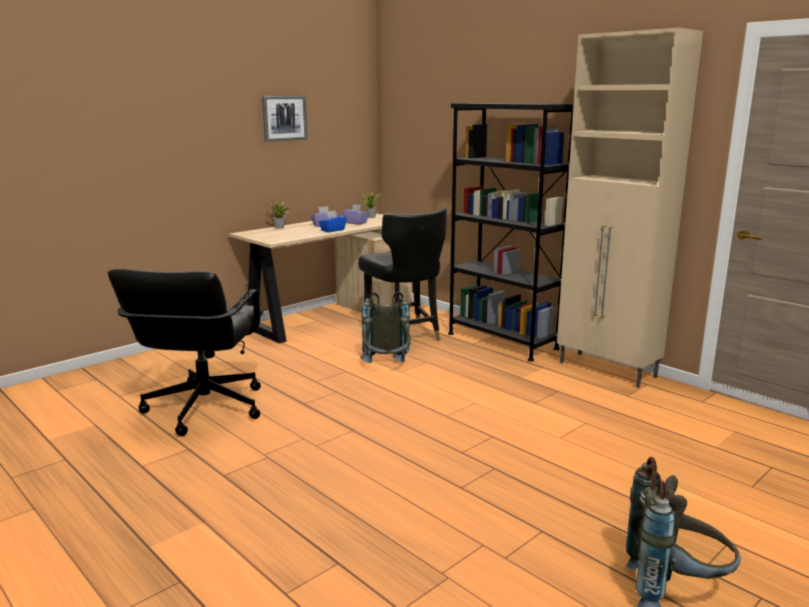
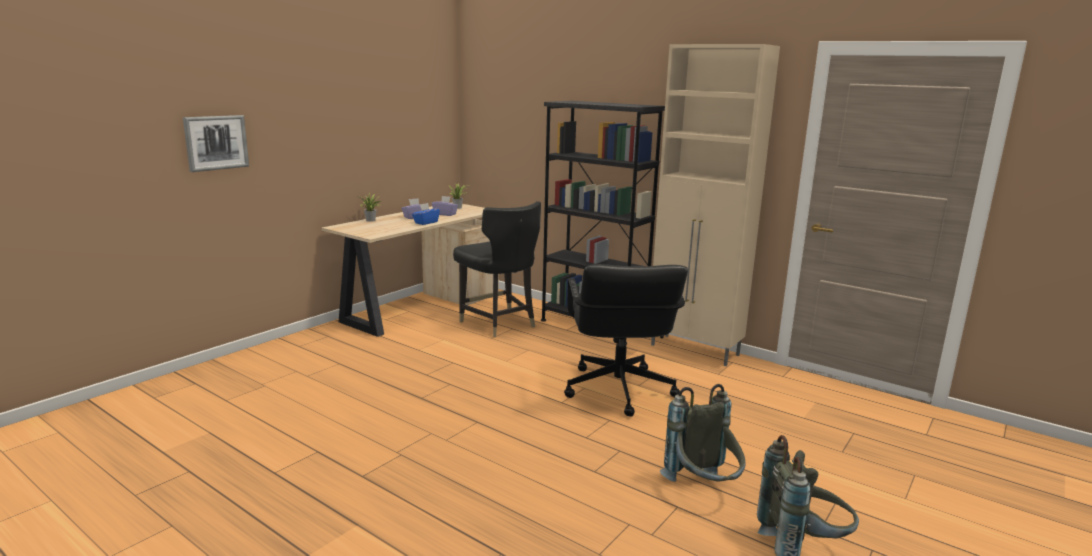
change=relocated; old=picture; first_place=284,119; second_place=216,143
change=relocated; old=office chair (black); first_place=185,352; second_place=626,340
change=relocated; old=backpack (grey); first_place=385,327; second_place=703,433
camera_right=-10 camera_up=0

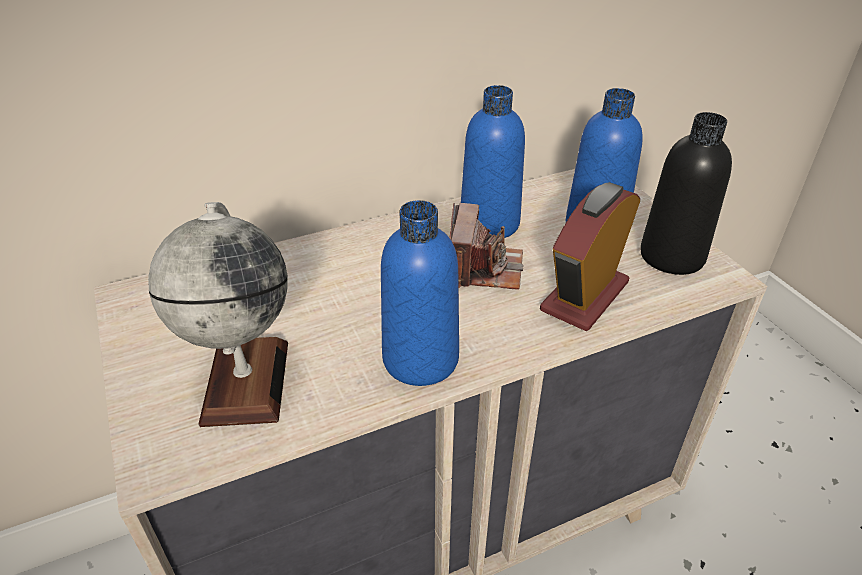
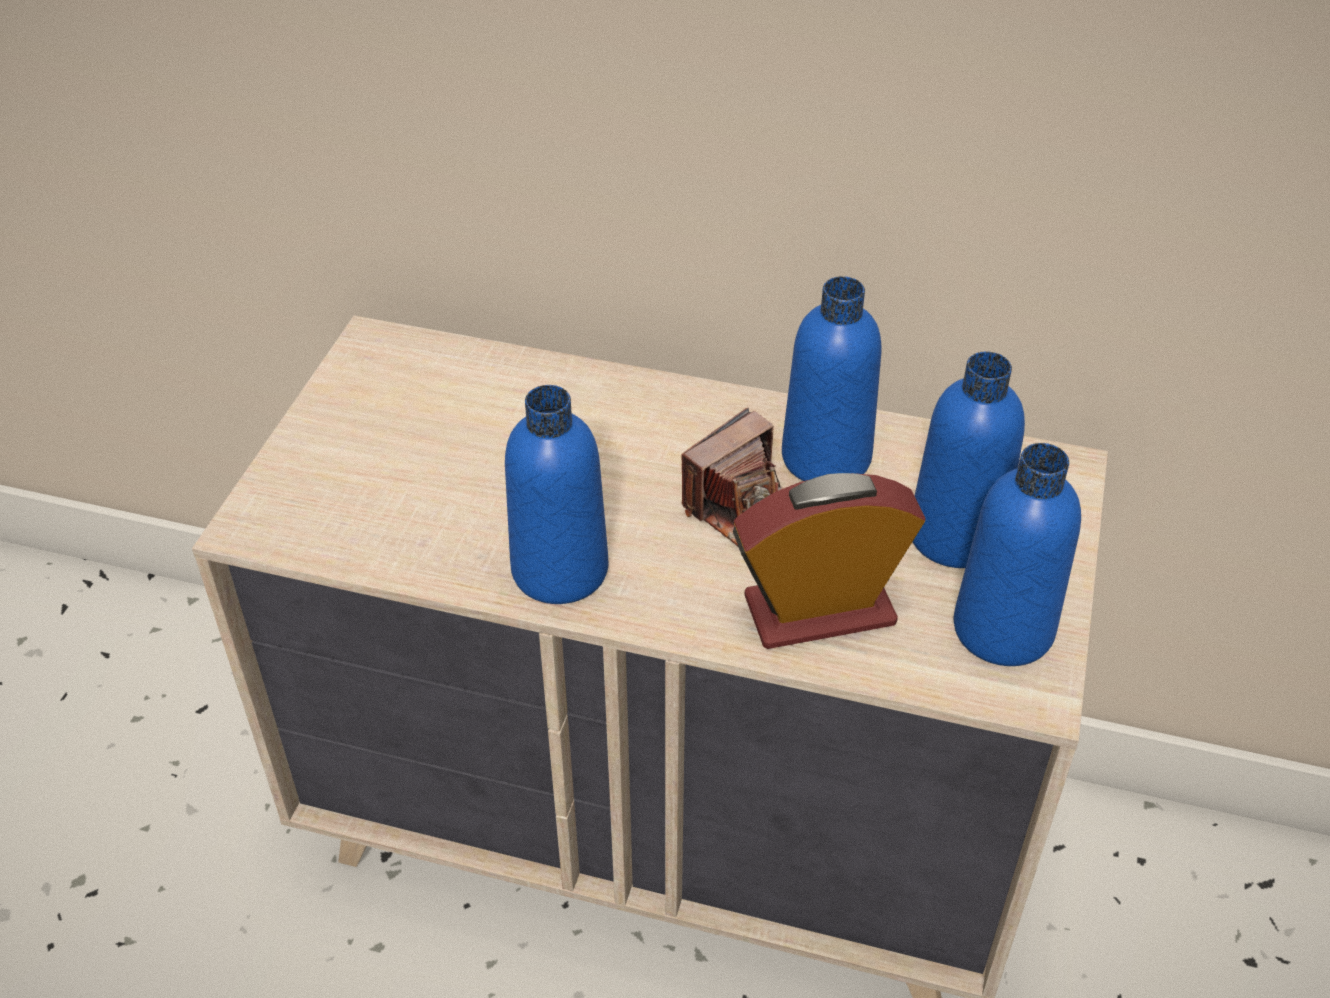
change=colour; old=bottle (black); new=bottle (blue); first_place=686,193; second_place=1017,554
change=missing; old=globe; first_place=218,314
camera_right=40 camera_up=5

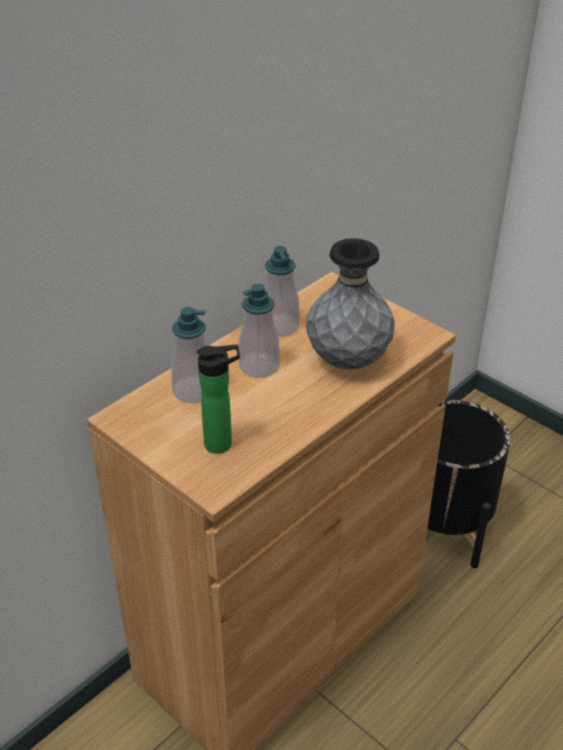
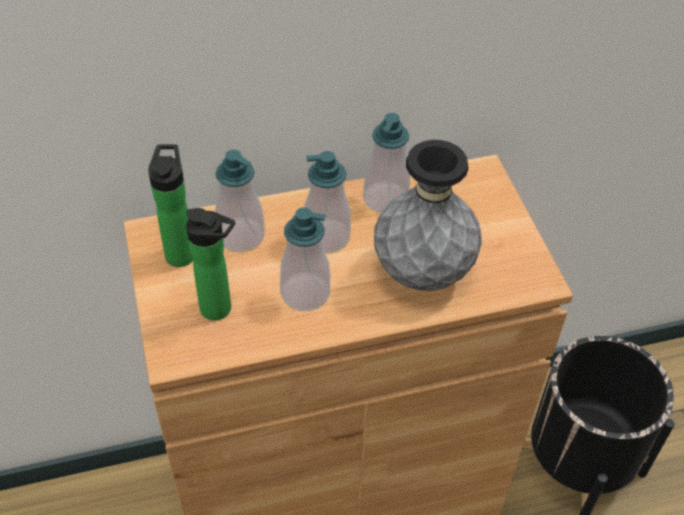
change=appeared; new=bottle; second_place=170,205
change=appeared; new=soap dispenser; second_place=305,259
camera_right=30 camera_up=10

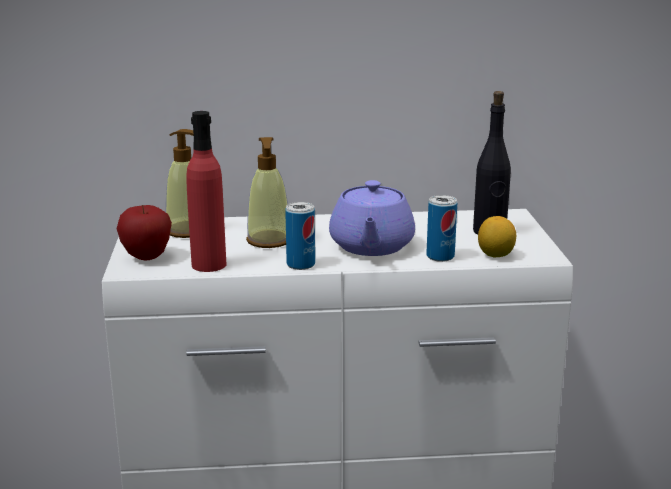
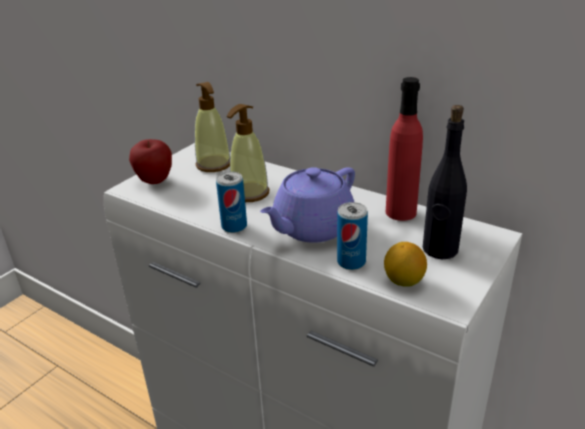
change=relocated; old=bottle (red); first_place=206,191; second_place=404,149
camera_right=40 camera_up=10

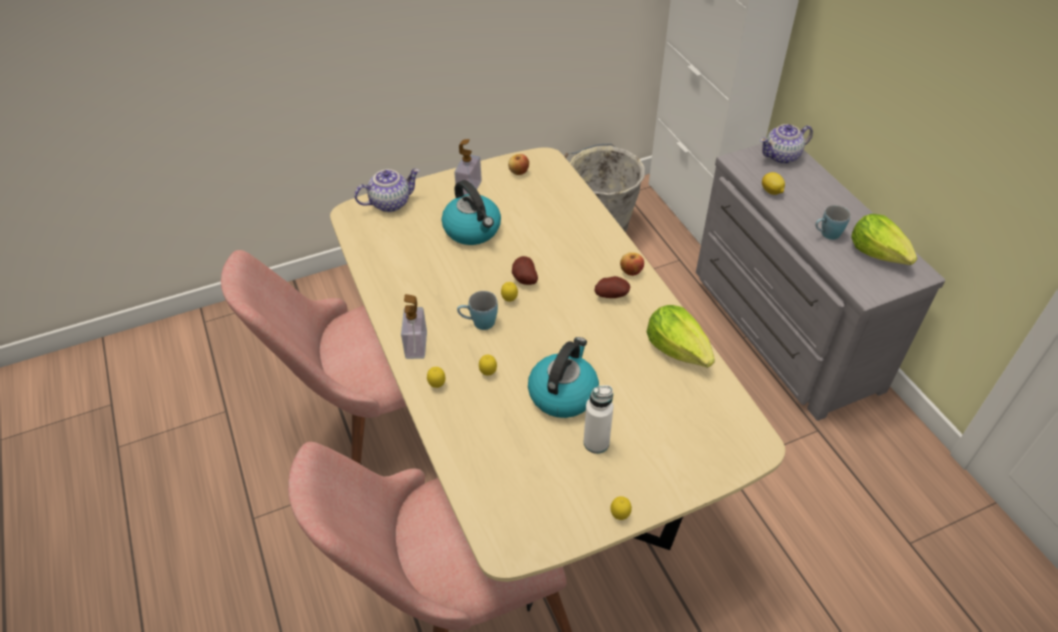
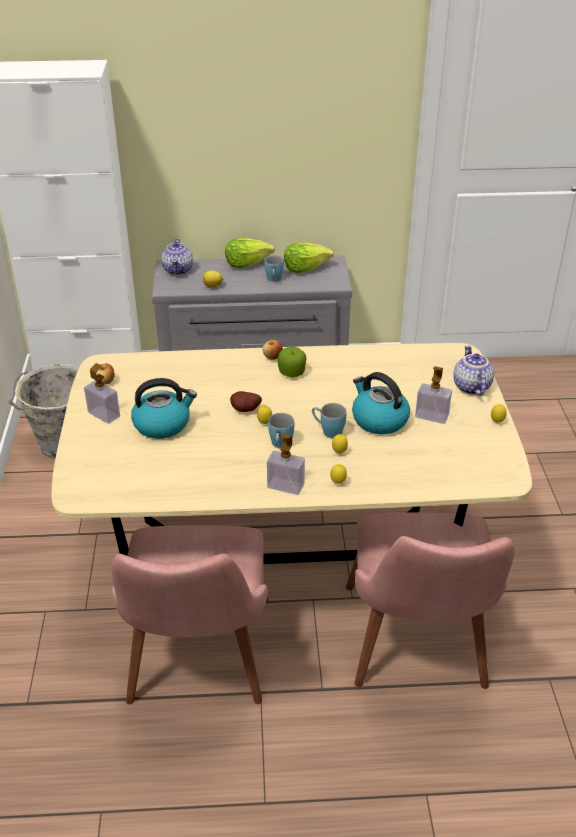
change=relocated; old=teapot; first_place=387,190; second_place=473,370
change=exchanged; old=potato; new=apple; first_place=612,287; second_place=292,362
change=relocated; old=lettuce; first_place=681,336; second_place=250,253
change=exchanged; old=bottle (white); new=soap dispenser; first_place=598,419; second_place=433,395
change=appeared; new=mug (blue); second_place=329,420
camera_right=-70 camera_up=-10

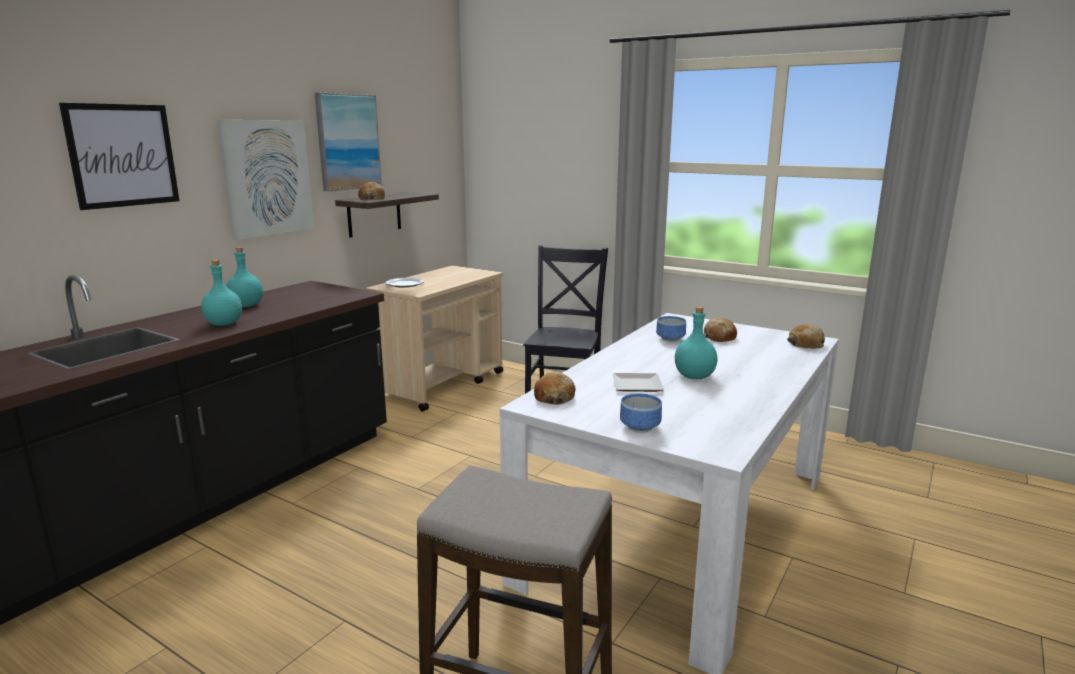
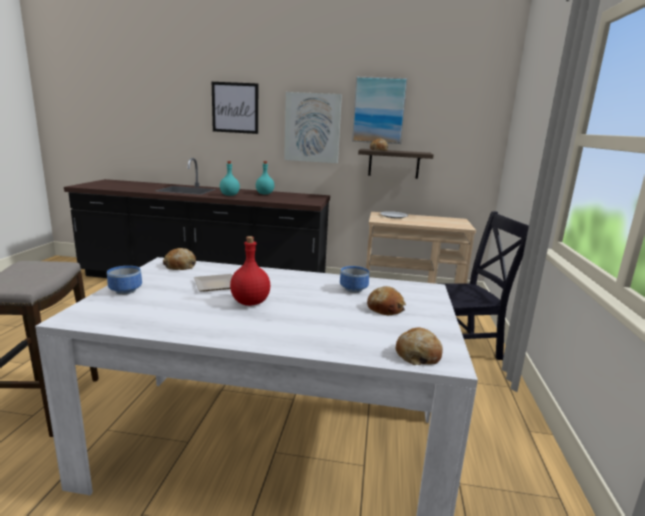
change=colour; old=bottle (turquoise); new=bottle (red); first_place=696,342; second_place=250,271
camera_right=65 camera_up=0

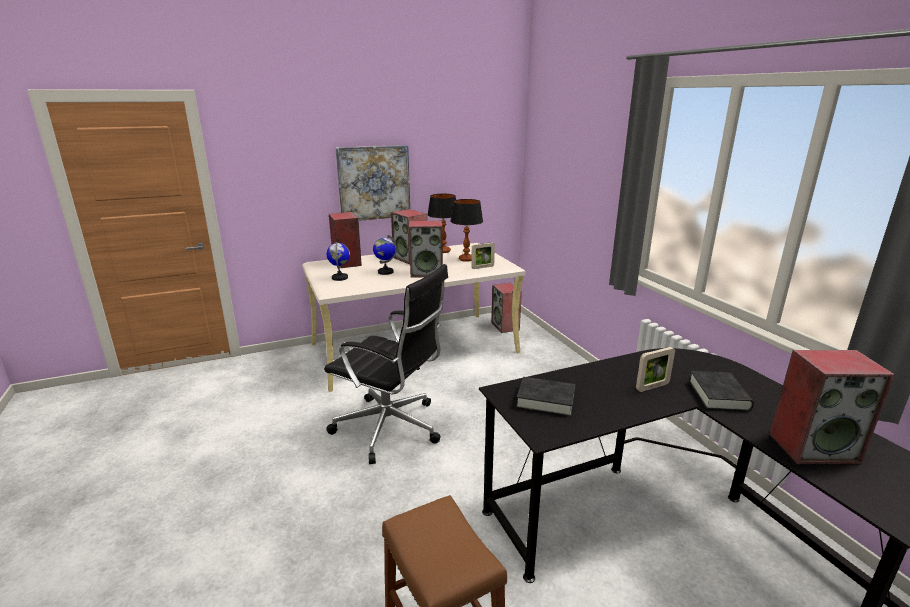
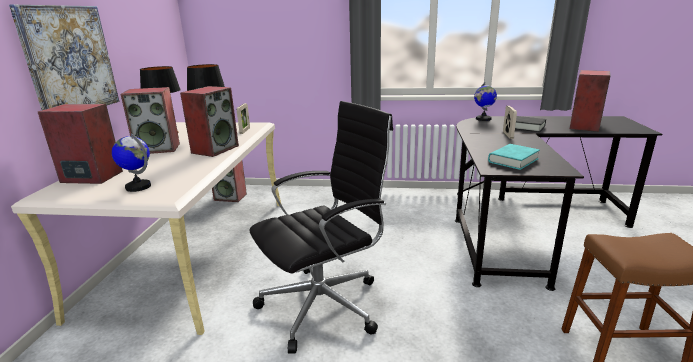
change=relocated; old=globe; first_place=385,255; second_place=485,101
change=colour; old=book (black); new=book (turquoise); first_place=545,397; second_place=514,157
camera_right=-60 camera_up=0

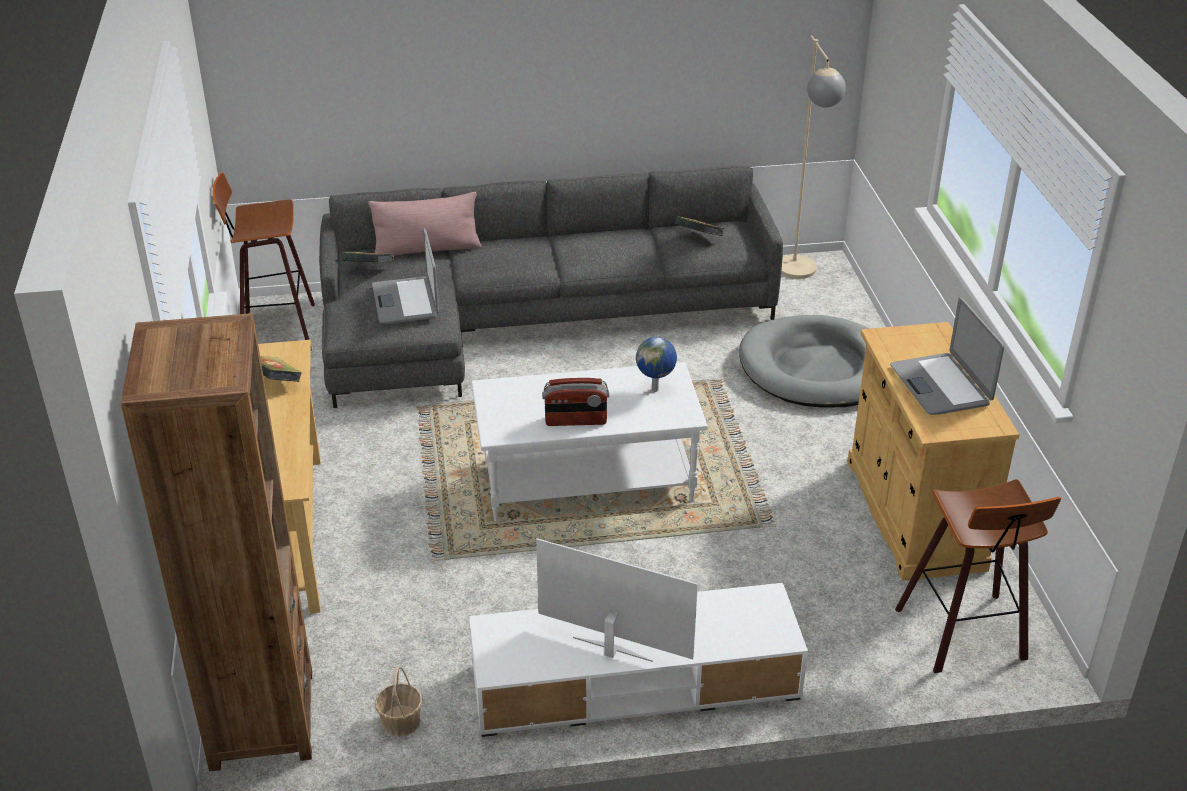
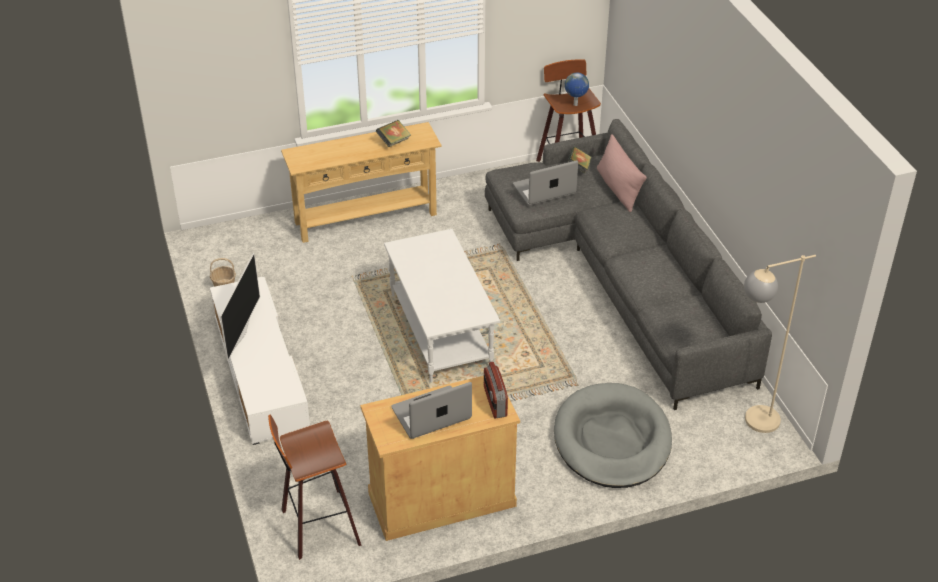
change=missing; old=book; first_place=700,226
change=missing; old=bookcase (brown); first_place=216,542
change=relocated; old=globe; first_place=656,364; second_place=577,89
change=relocated; old=radio; first_place=575,402; second_place=496,390
camera_right=80 camera_up=5

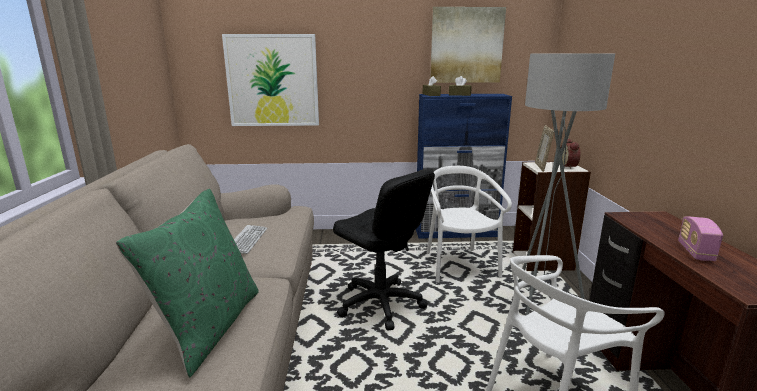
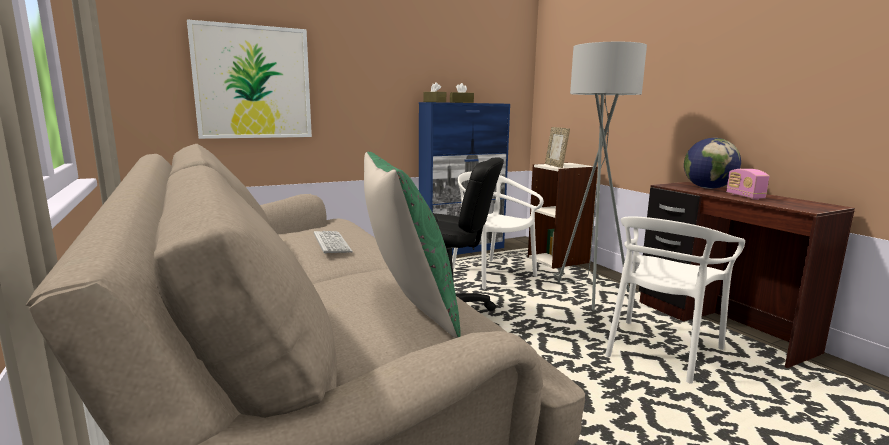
change=missing; old=picture; first_place=468,45
change=missing; old=alarm clock; first_place=571,154
change=appeared; new=globe; second_place=712,163
camera_right=-25 camera_up=-5

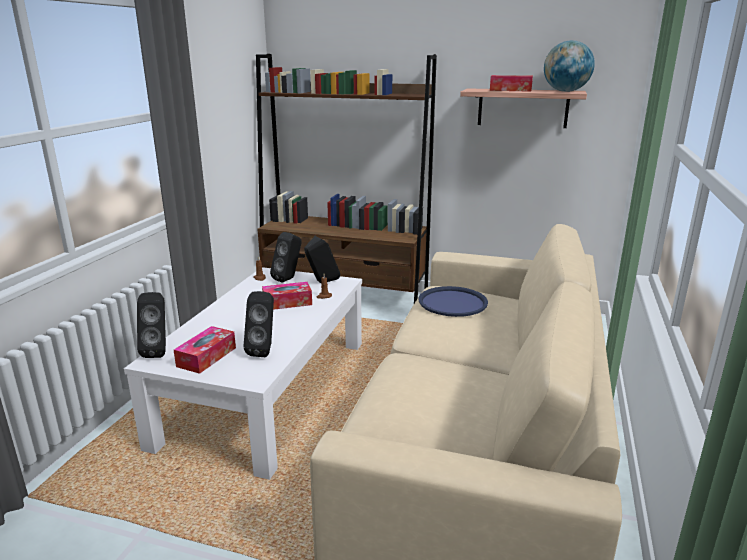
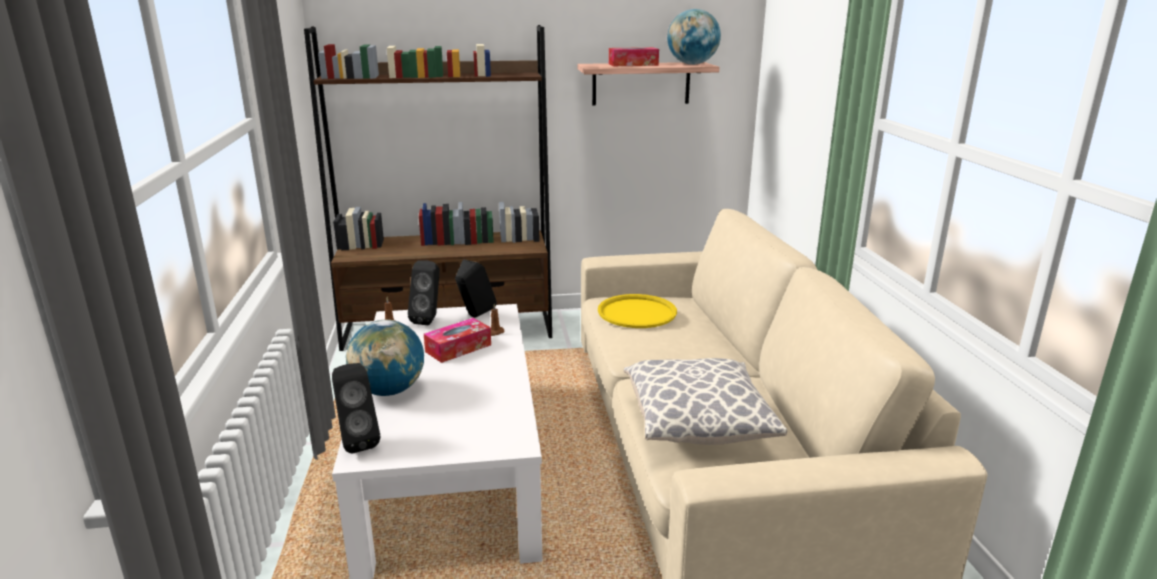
change=colour; old=tray (blue); new=tray (yellow); first_place=453,301; second_place=637,311
change=missing; old=speaker (black); first_place=258,324
change=missing; old=tissue box; first_place=205,350
change=appeared; new=globe; second_place=385,358
change=appeared; new=pillow; second_place=705,401
camera_right=-25 camera_up=0

